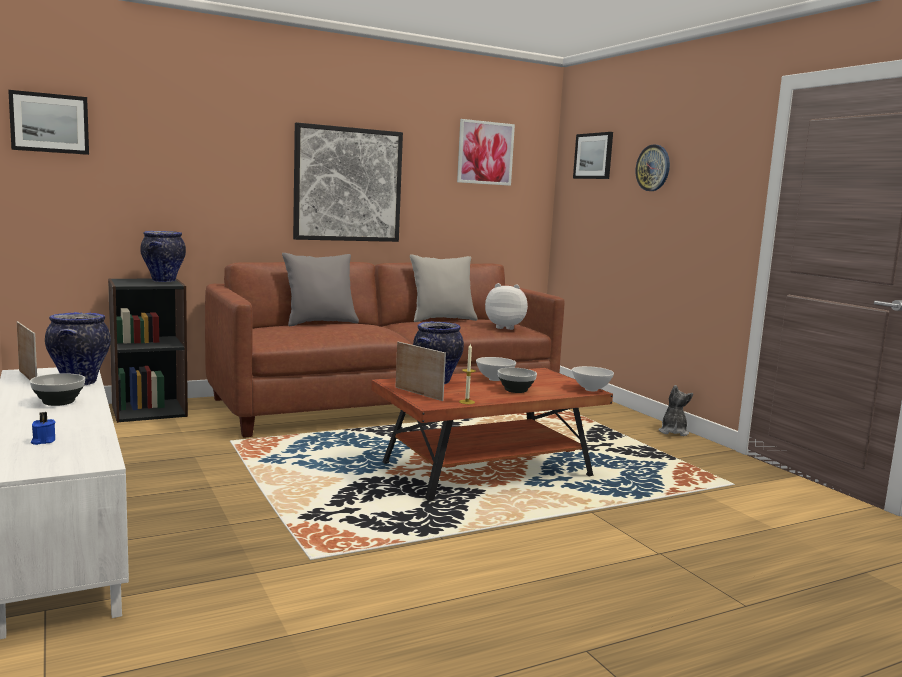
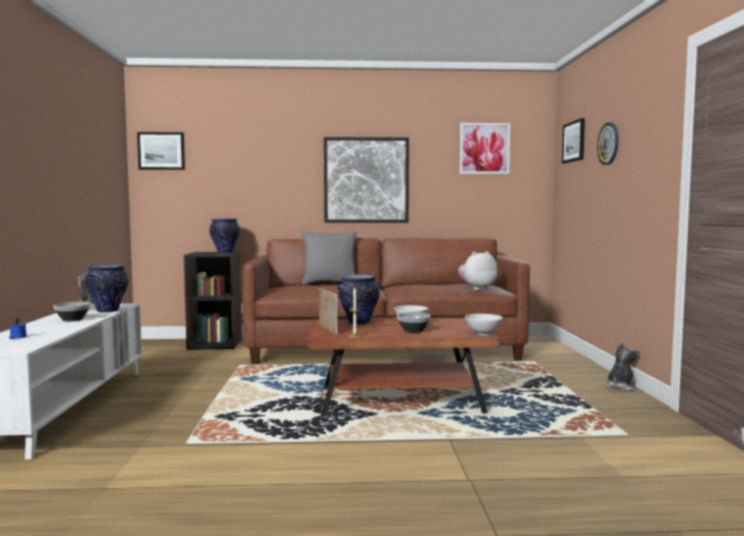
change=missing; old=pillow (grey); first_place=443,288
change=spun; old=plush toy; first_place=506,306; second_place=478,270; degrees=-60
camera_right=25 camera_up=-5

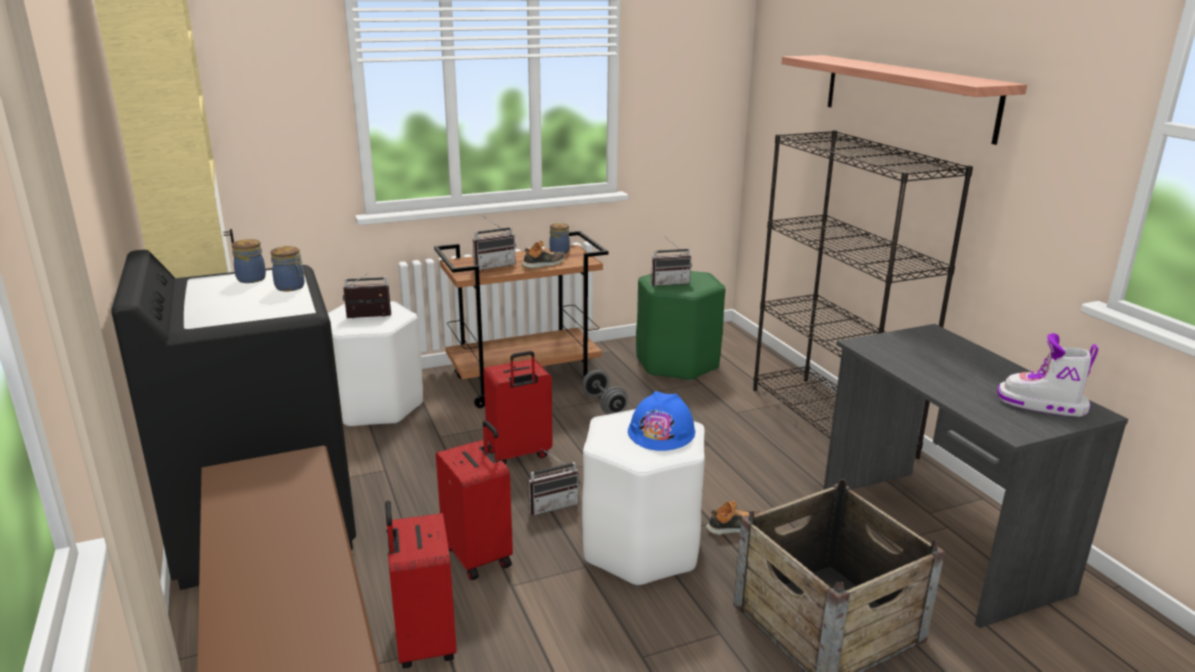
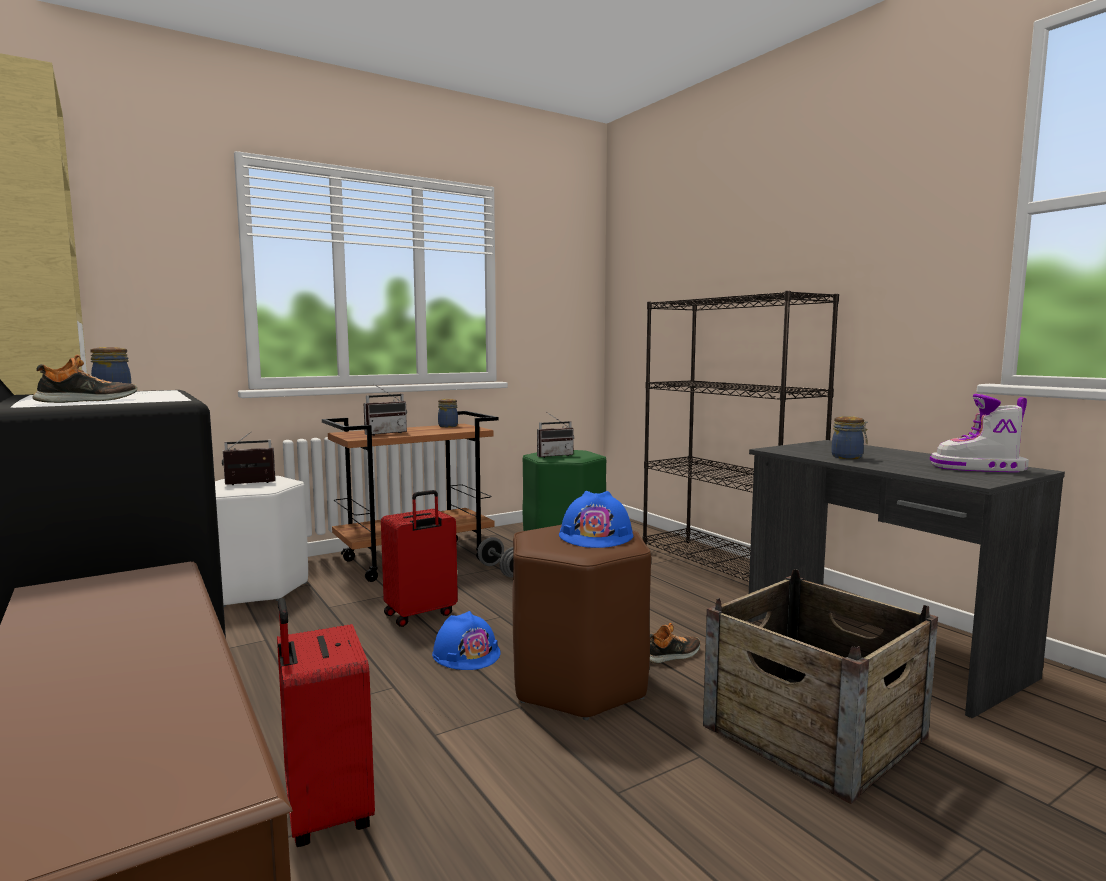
change=missing; old=shelf; first_place=904,100
change=relocated; old=shoe; first_place=543,254; second_place=85,379
change=relocated; old=jar; first_place=288,268; second_place=849,437
change=colour; old=stool (white); new=stool (brown); first_place=643,498; second_place=581,622
change=missing; old=suitcase (red); first_place=474,500
change=exchanged; old=radio; new=hard hat (blue); first_place=554,481; second_place=466,640
camera_right=-10 camera_up=-15

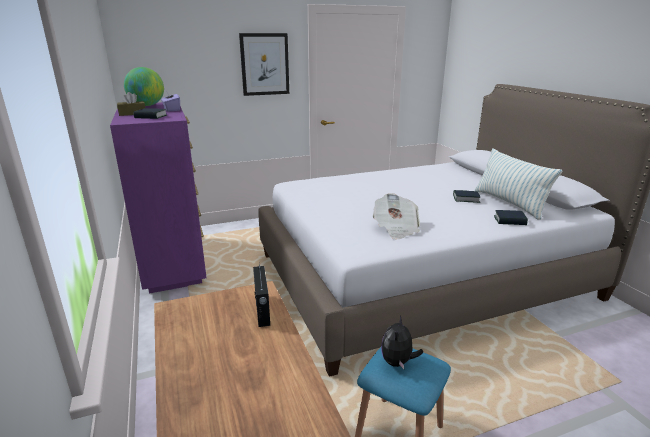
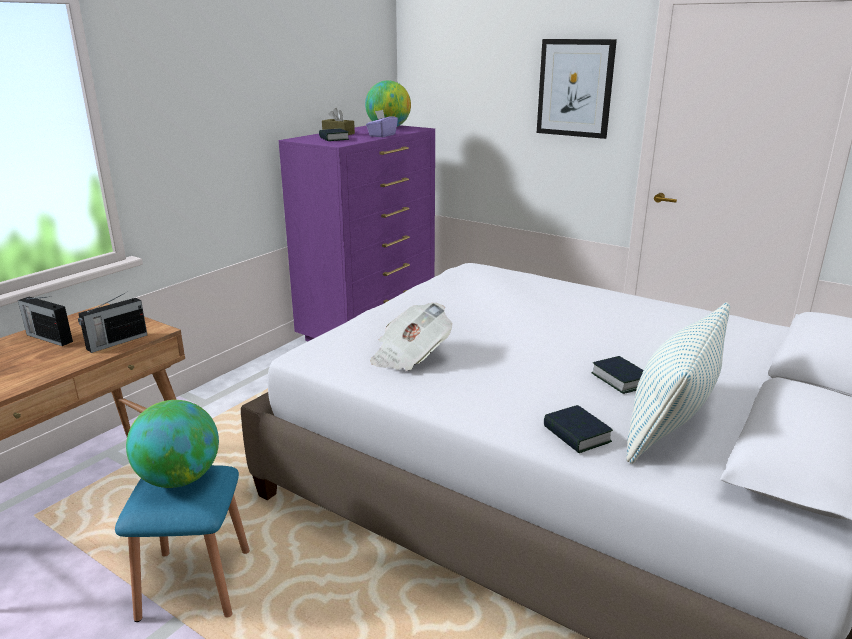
change=exchanged; old=plush toy; new=globe; first_place=402,342; second_place=172,444
change=appeared; new=radio; second_place=45,321
camera_right=55 camera_up=0

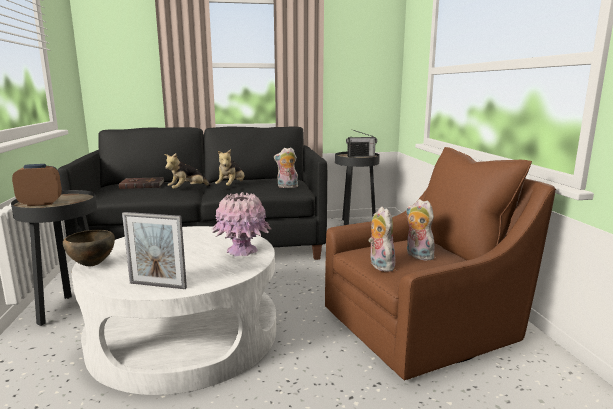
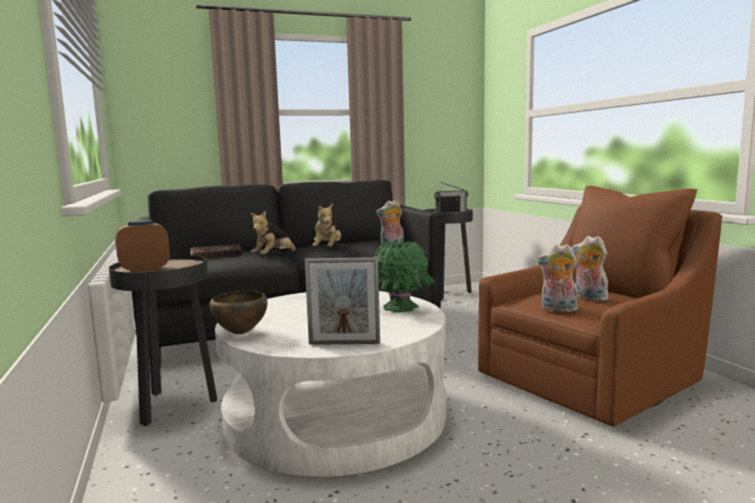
change=colour; old=vase (pink); new=vase (green); first_place=241,224; second_place=404,276
change=spun; old=plush toy; first_place=382,239; second_place=557,278; degrees=-45
camera_right=-10 camera_up=-5

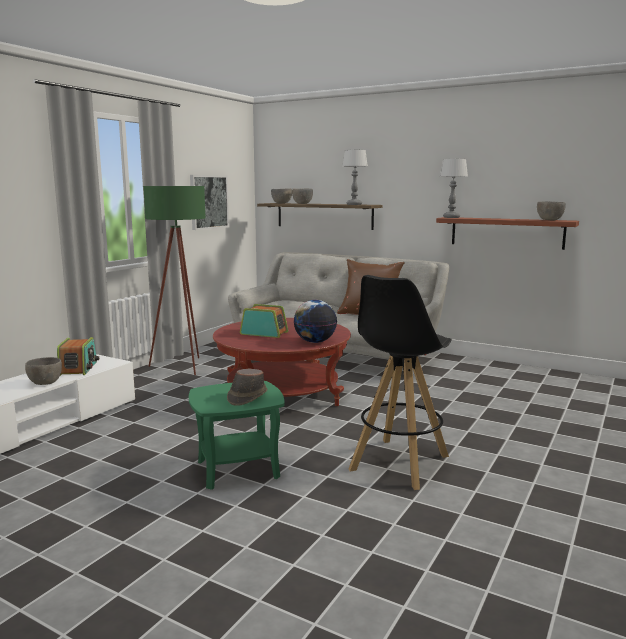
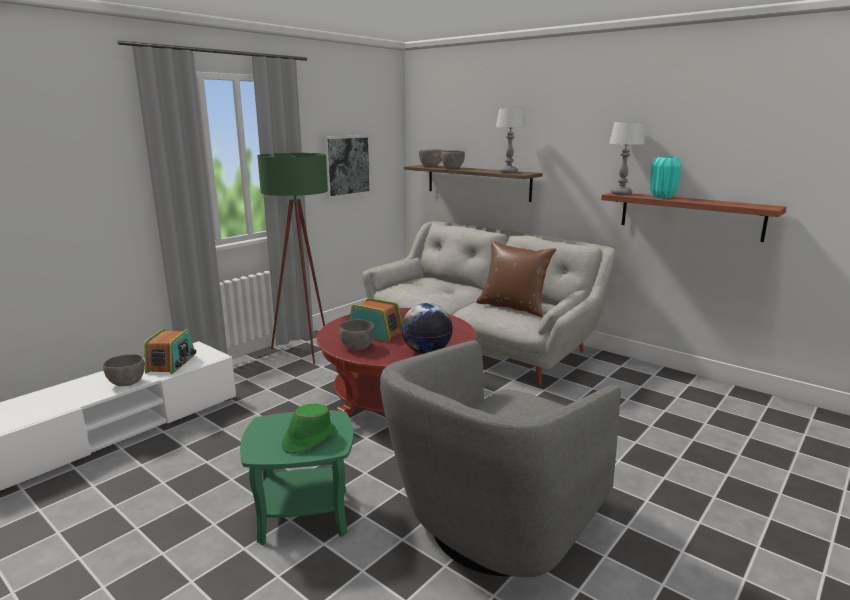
change=relocated; old=bowl (grey); first_place=551,211; second_place=357,335
change=exchanged; old=stool (black); new=armchair (grey); first_place=400,382; second_place=500,458
change=colour; old=hat (brown); new=hat (green); first_place=247,387; second_place=309,428
change=appeared; new=vase (turquoise); second_place=666,177
camera_right=10 camera_up=5

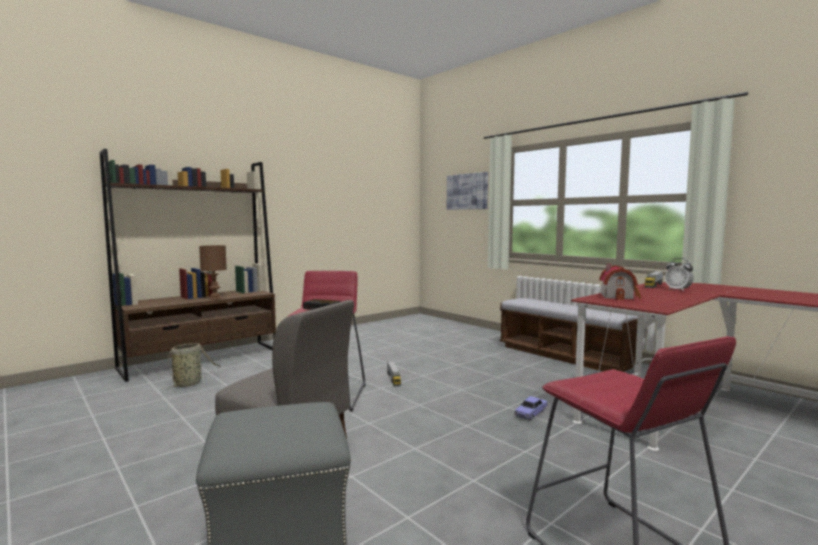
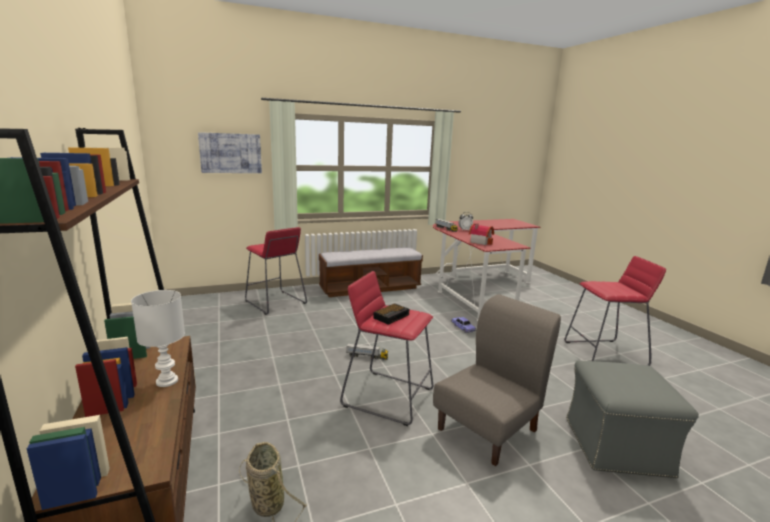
change=colour; old=table lamp (brown); new=table lamp (white); first_place=213,272; second_place=158,338
change=appeared; new=stool (red); second_place=276,271
camera_right=-70 camera_up=10

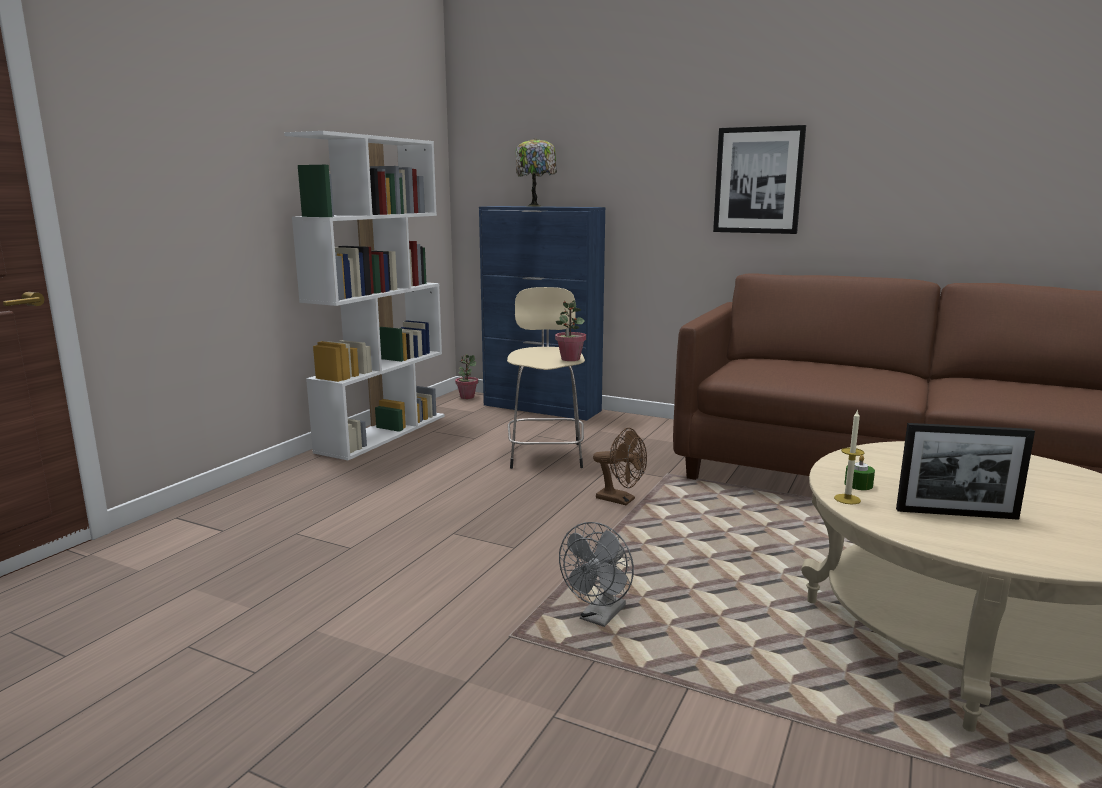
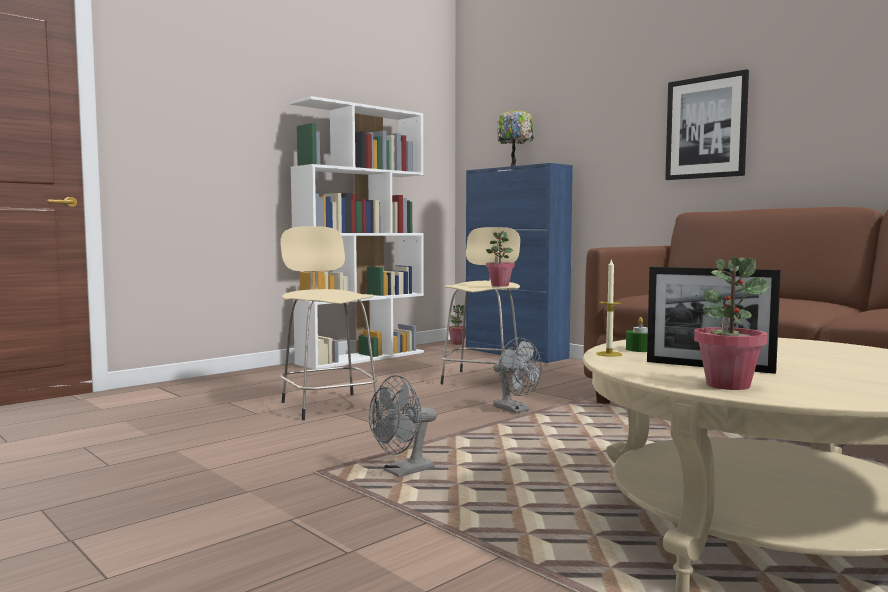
change=colour; old=fan (brown); new=fan (grey); first_place=620,466; second_place=517,375
change=appeared; new=stool (beige); second_place=329,323
change=appeared; new=potted plant; second_place=732,323
camera_right=20 camera_up=-10

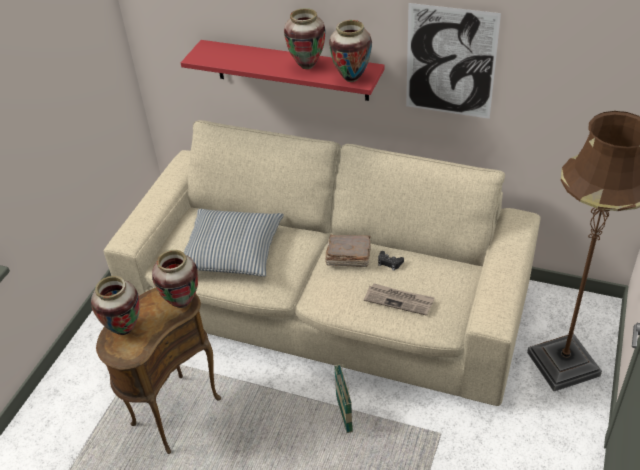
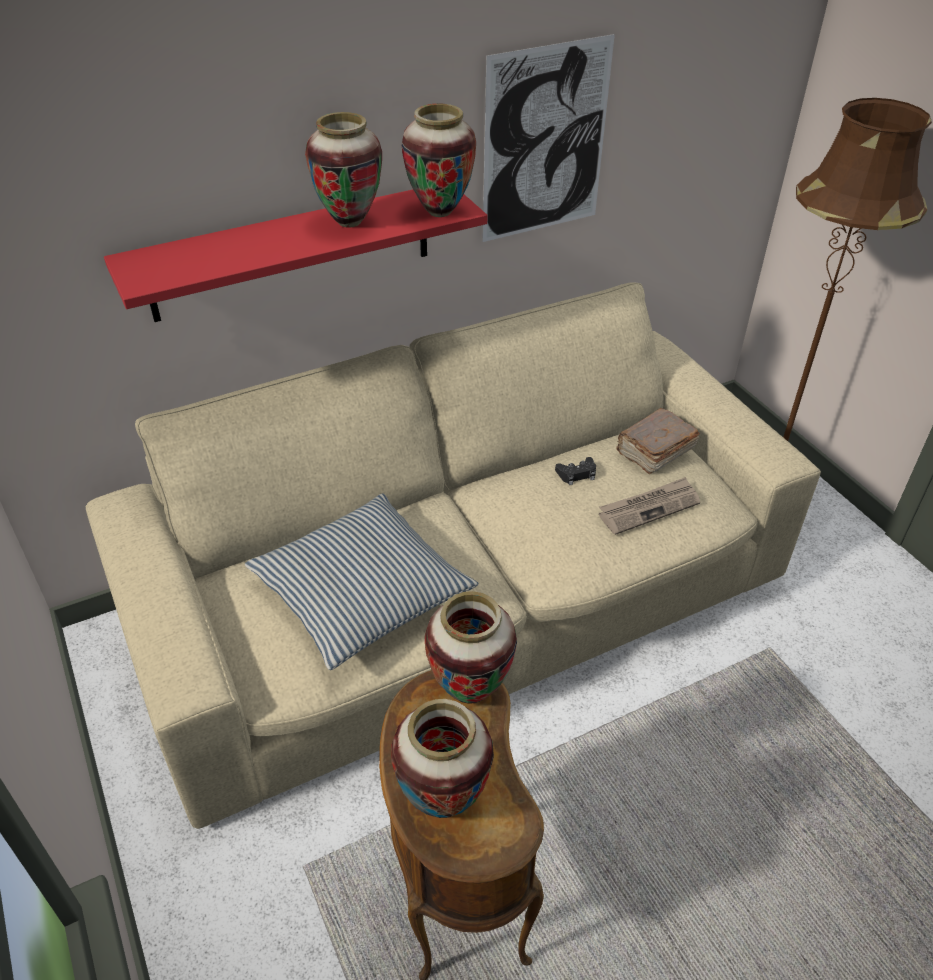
change=relocated; old=book (brown); first_place=348,251; second_place=658,441
change=missing; old=basket; first_place=343,398
camera_right=-50 camera_up=0

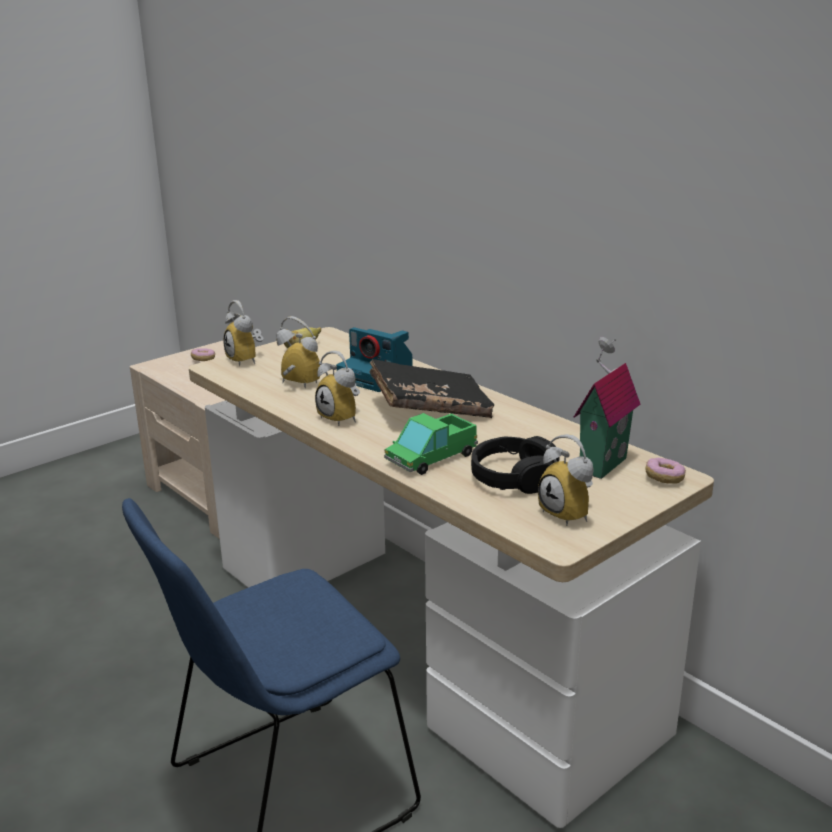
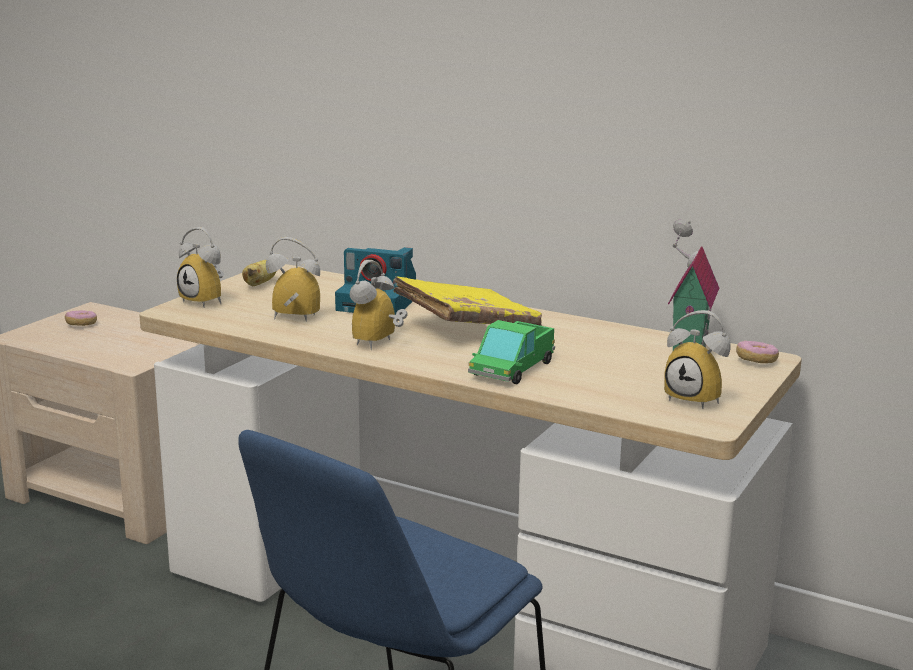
change=spun; old=alarm clock; first_place=337,388; second_place=379,305; degrees=90
change=colour; old=book (black); new=book (yellow); first_place=431,388; second_place=467,301
change=missing; old=headphones (black); first_place=515,465
camera_right=-20 camera_up=-5

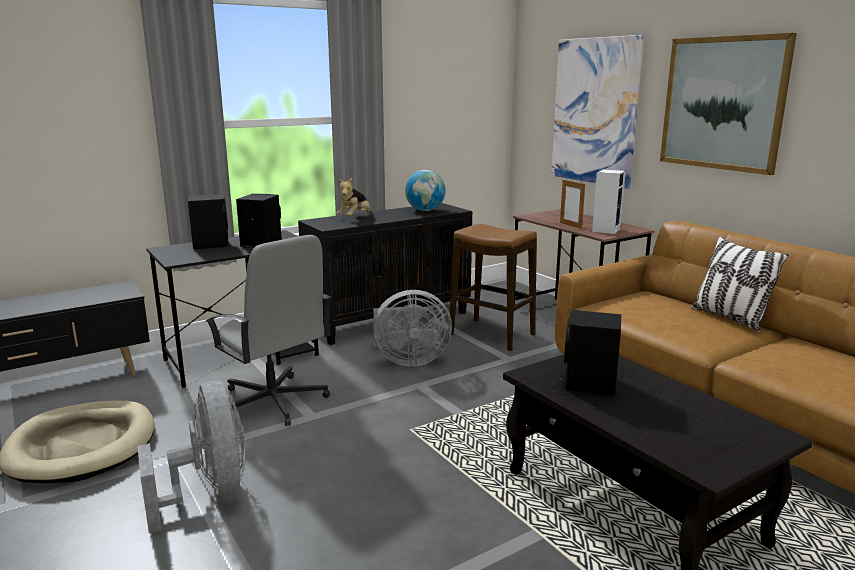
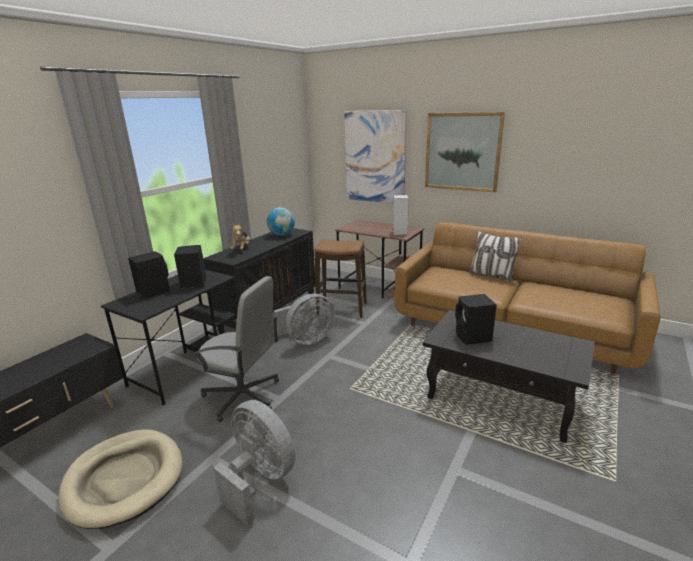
change=missing; old=picture frame; first_place=572,204
camera_right=-25 camera_up=5

